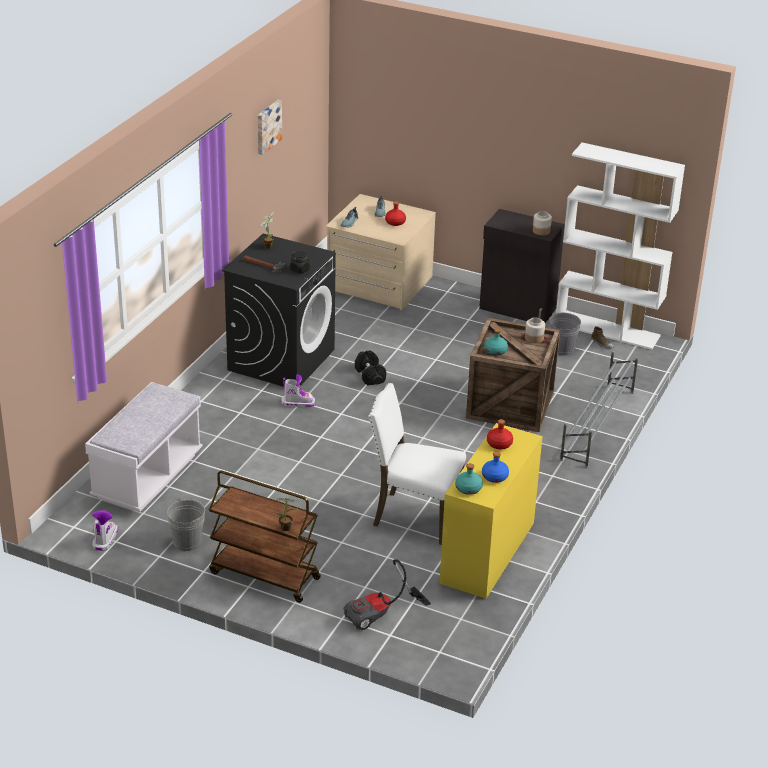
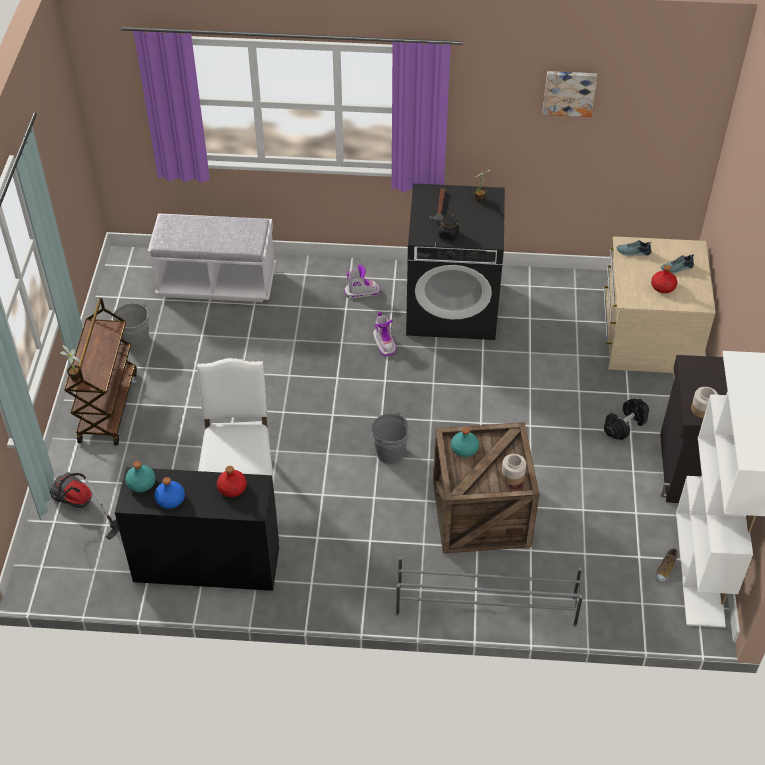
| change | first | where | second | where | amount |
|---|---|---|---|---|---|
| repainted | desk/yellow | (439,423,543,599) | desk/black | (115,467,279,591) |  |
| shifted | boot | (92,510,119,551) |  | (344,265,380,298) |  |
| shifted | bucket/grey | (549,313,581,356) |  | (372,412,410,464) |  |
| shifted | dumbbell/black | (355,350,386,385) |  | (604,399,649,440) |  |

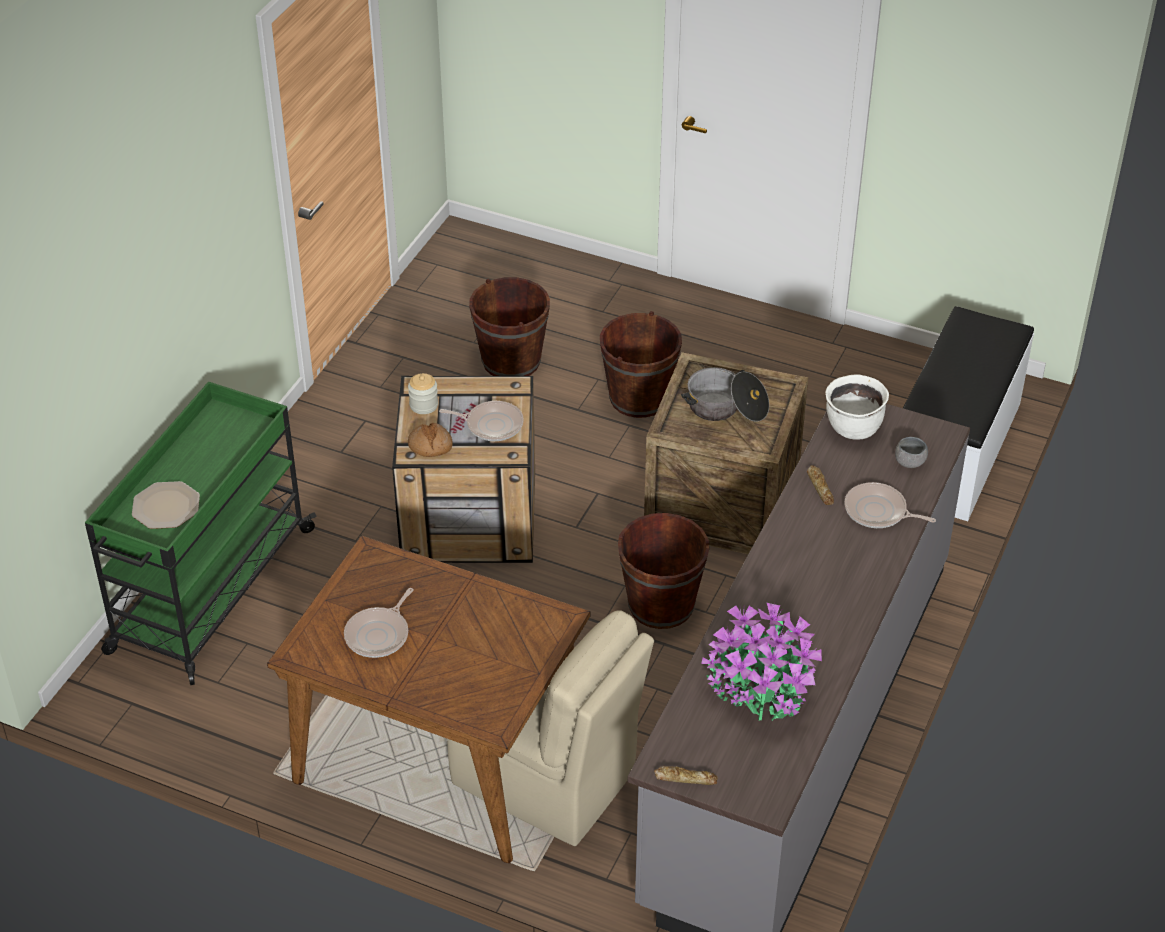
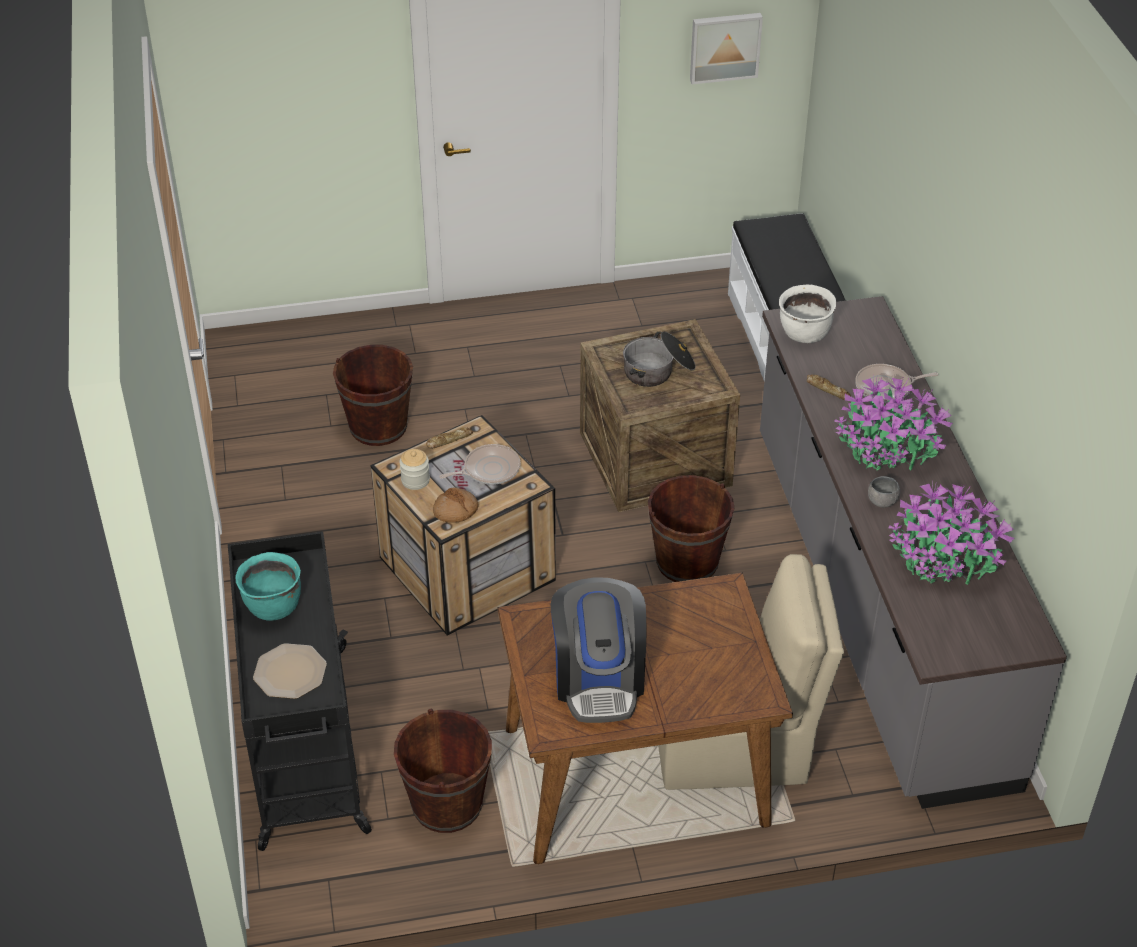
| change | first | where | second | where | amount |
|---|---|---|---|---|---|
| repainted | cart/green | (85,381,317,685) | cart/black | (228,531,372,851) |  |
| new |  |  | cooking pot/turquoise | (236,552,301,621) |  |
| shifted | bucket/brown | (600,311,682,418) |  | (394,709,492,833) |  |
| shifted | bread | (654,766,718,785) |  | (426,427,473,449) |  |
| swapped | frying pan | (344,588,413,658) | coffee machine | (551,577,646,723) |  |
| new |  |  | picture | (690,13,763,84) |  |
| new |  |  | potted plant | (834,377,953,472) |  |
| shifted | bowl/grey | (895,437,928,468) |  | (868,476,900,508) |  |

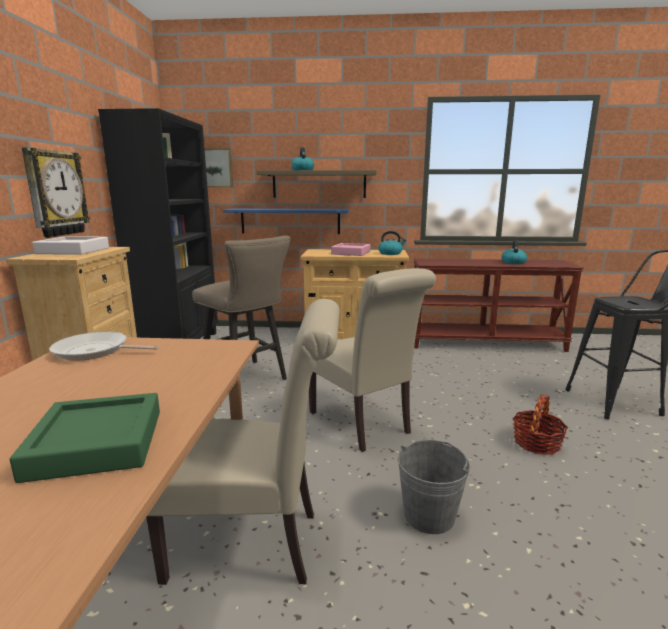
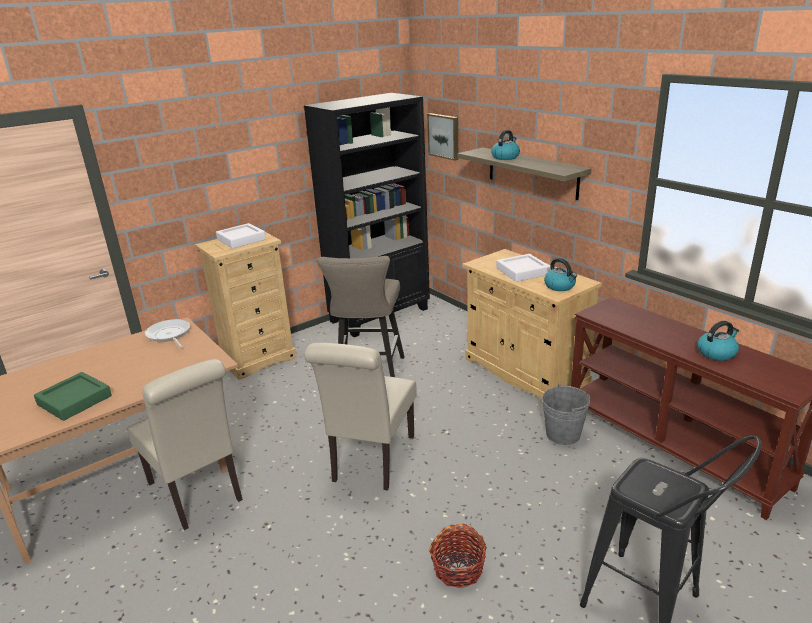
| change | first | where | second | where | amount |
|---|---|---|---|---|---|
| repainted | tray/pink | (331,243,370,256) | tray/white | (497,254,550,282) |  |
| shifted | bucket/grey | (398,440,470,534) |  | (542,384,590,445) |  |
| gone | wall clock | (22,147,91,238) |  |  |  |
| gone | shelf/blue | (223,208,349,234) |  |  |  |

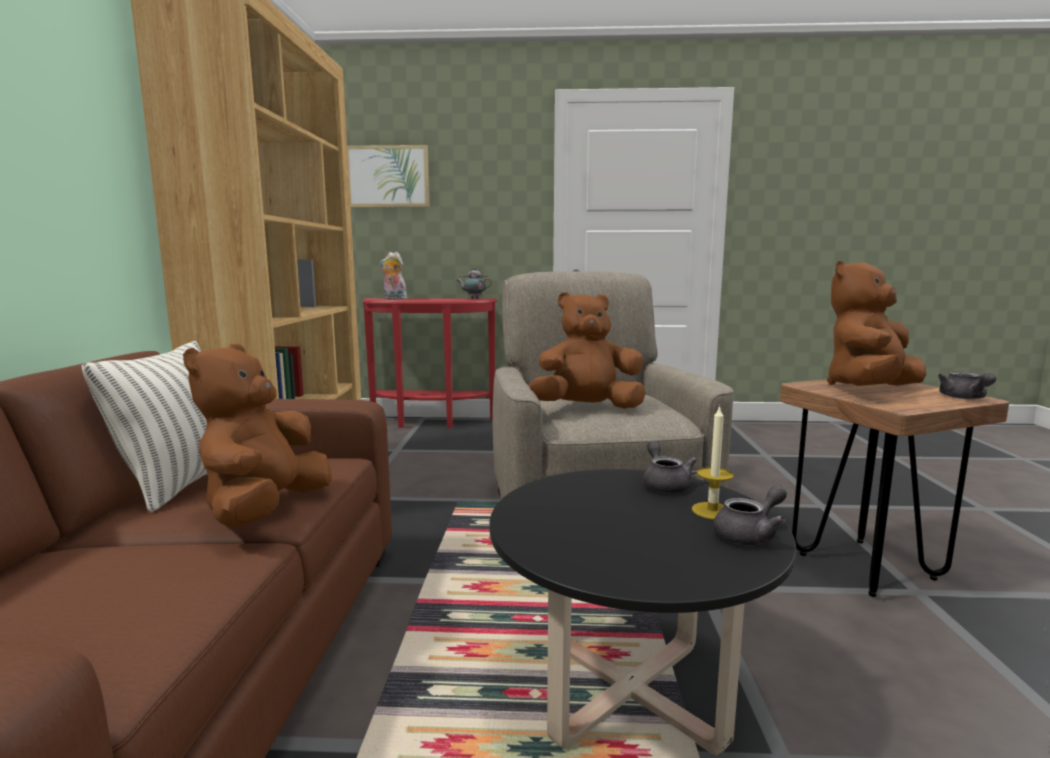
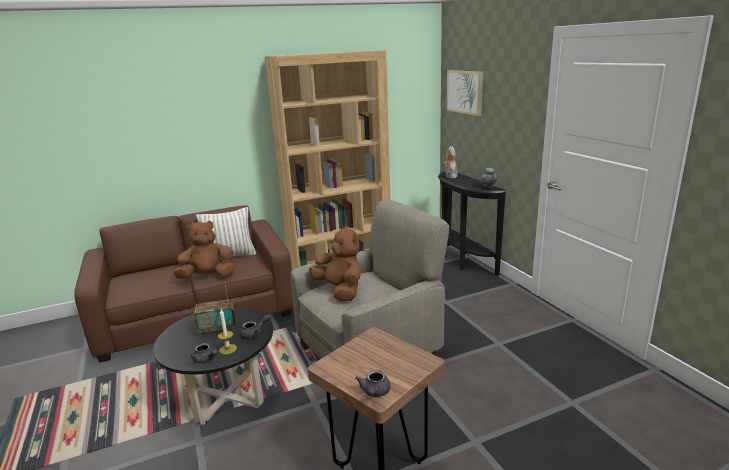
| change | first | where | second | where | amount |
|---|---|---|---|---|---|
| new |  |  | radio | (194,281,236,336) |  |
| rotated | teapot/grey | (938,372,996,399) |  | (355,370,391,397) | 60 degrees counterclockwise |
| repainted | console table/red | (362,298,497,428) | console table/black | (438,171,507,276) |  |
| gone | plush toy/brown | (827,260,927,386) |  |  |  |

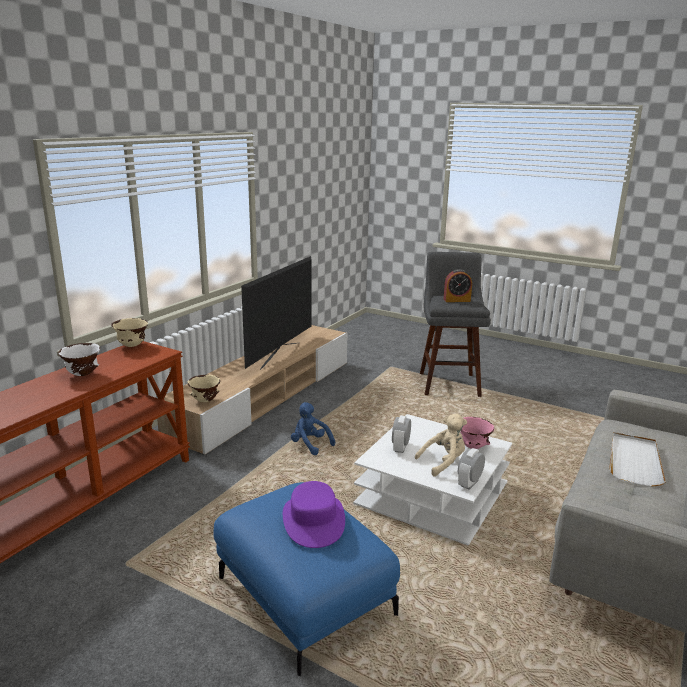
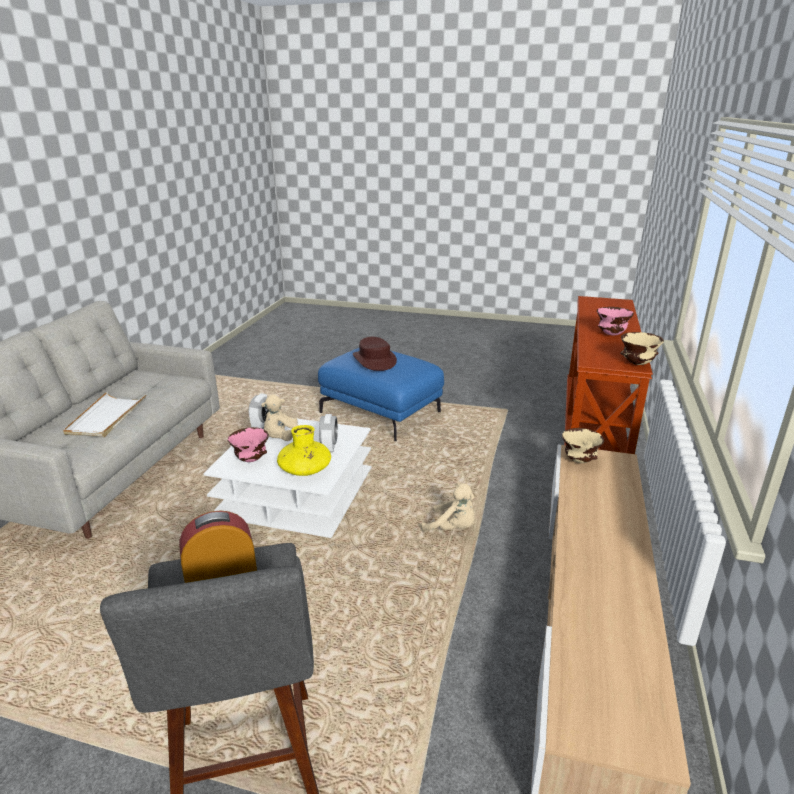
| change | first | where | second | where | amount |
|---|---|---|---|---|---|
| new |  |  | vase/yellow | (277,425,331,476) |  |
| repainted | hat/purple | (283,481,345,548) | hat/brown | (353,337,397,371) |  |
| repainted | plush toy/blue | (291,402,335,455) | plush toy/beige | (421,483,475,532) |  |
| repainted | bowl/white | (58,343,100,376) | bowl/pink | (597,307,634,336) |  |
| gone | television | (241,256,312,370) |  |  |  |

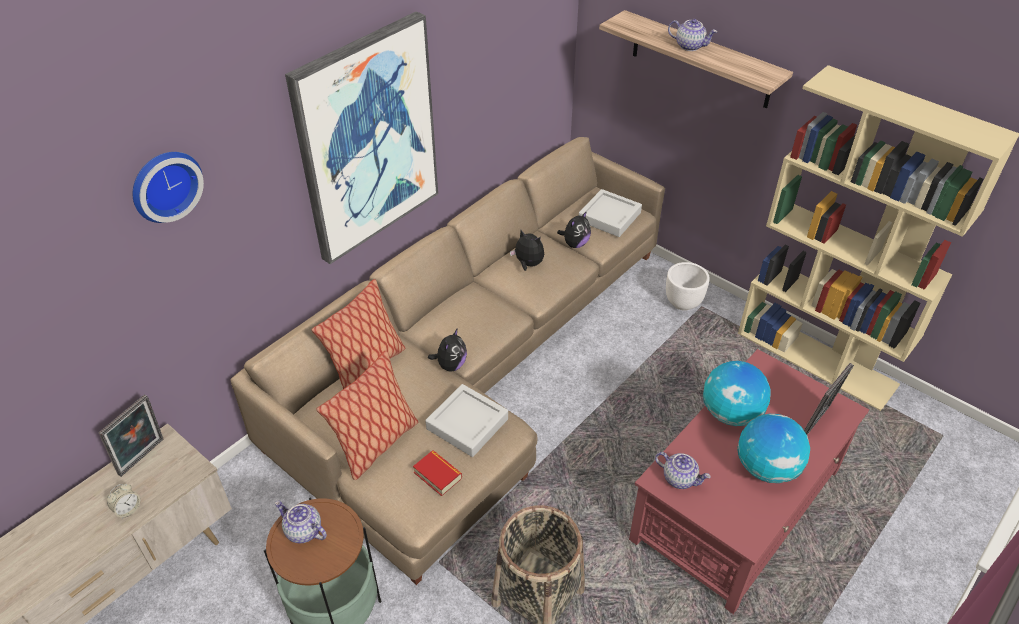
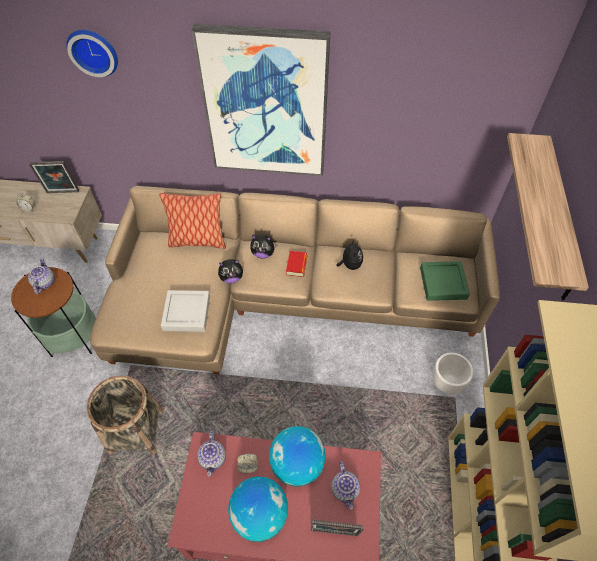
| change | first | where | second | where | amount |
|---|---|---|---|---|---|
| new |  |  | alarm clock | (237,454,258,473) |  |
| shifted | plush toy | (557,211,591,248) |  | (250,235,278,259) |  |
| shifted | book | (413,451,462,496) |  | (286,251,308,277) |  |
| shifted | teapot | (668,19,717,51) |  | (331,461,360,510) |  |
| repainted | tray/grey | (579,189,642,237) | tray/green | (420,261,470,301) |  |
| gone | pillow | (316,351,418,480) |  |  |  |

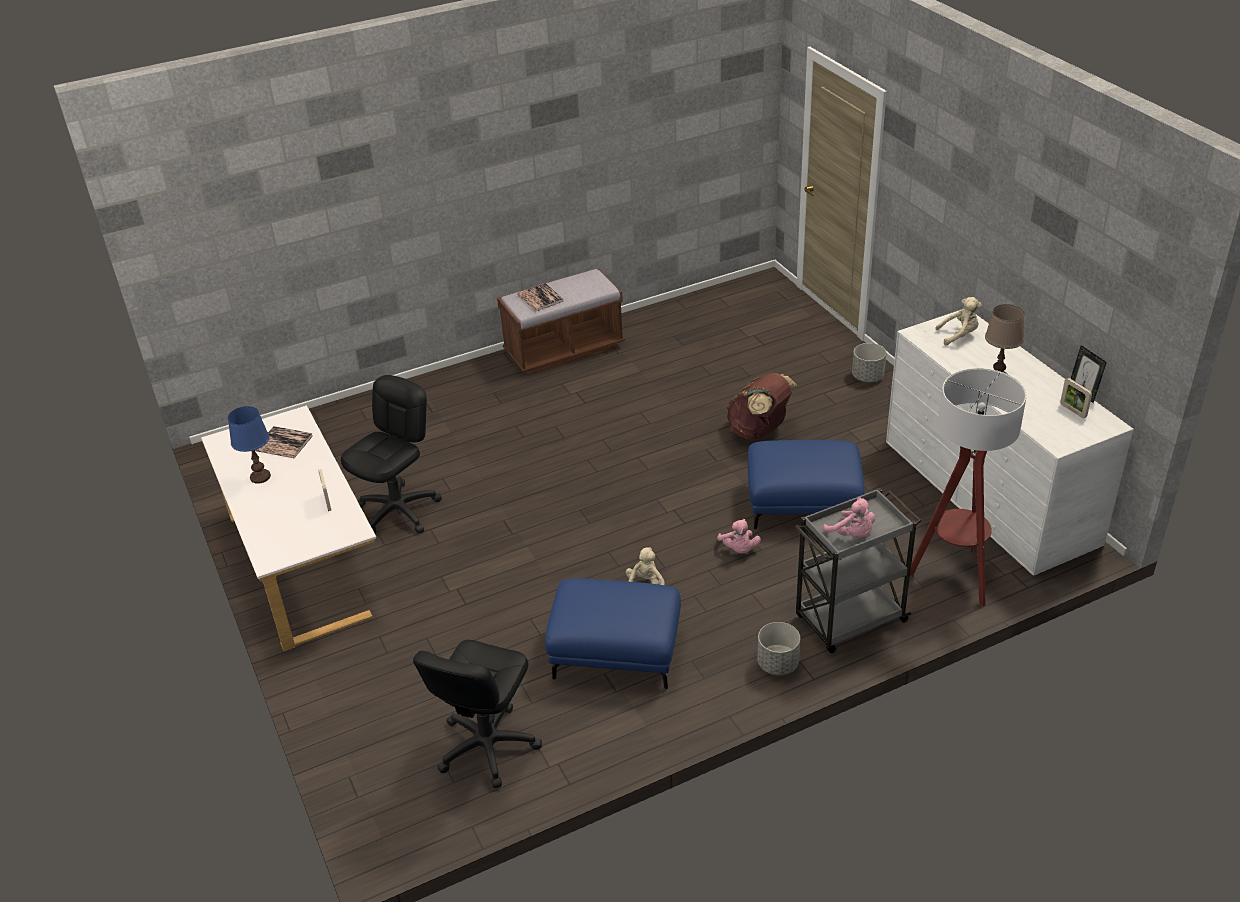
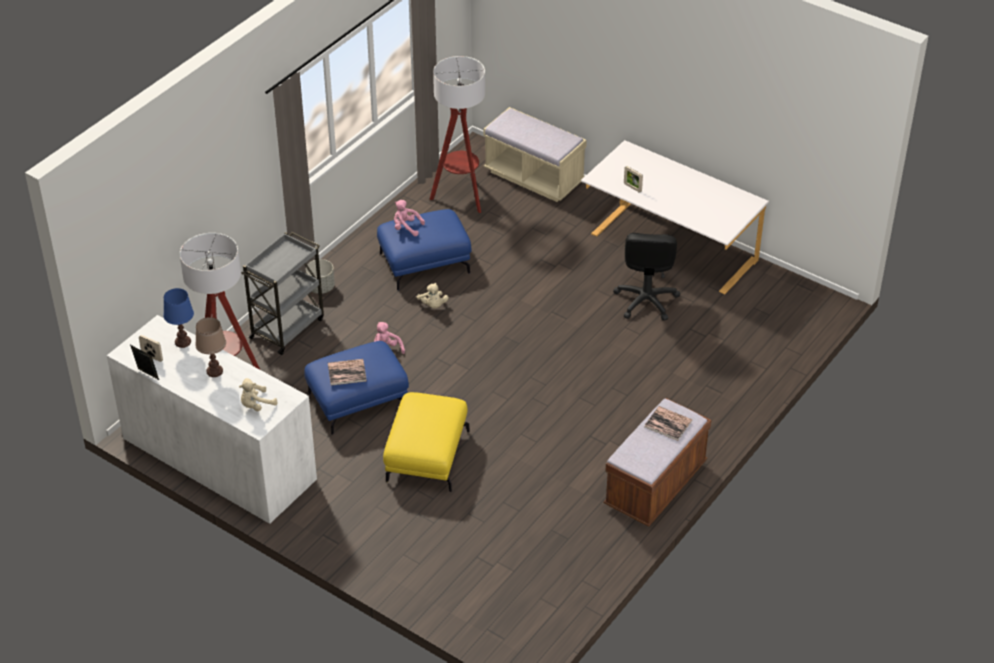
| change | first | where | second | where | amount |
|---|---|---|---|---|---|
| shifted | table lamp/blue | (228,406,271,484) |  | (163,288,194,348) |  |
| shifted | book | (255,426,313,458) |  | (328,359,367,386) |  |
| swapped | backpack/brown | (726,373,798,440) | ottoman/yellow | (383,392,470,492) |  |
| shifted | plush toy/pink | (823,497,875,537) |  | (394,200,425,236) |  |
| swapped | office chair/black | (413,640,542,788) | floor lamp | (430,56,485,213) |  |
| new |  |  | bench/beige | (484,107,587,202) |  |
| gone | planter/grey | (852,343,886,382) |  |  |  |

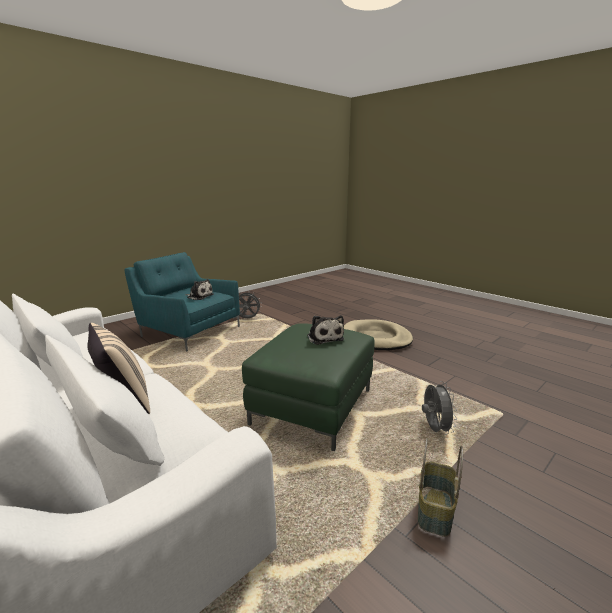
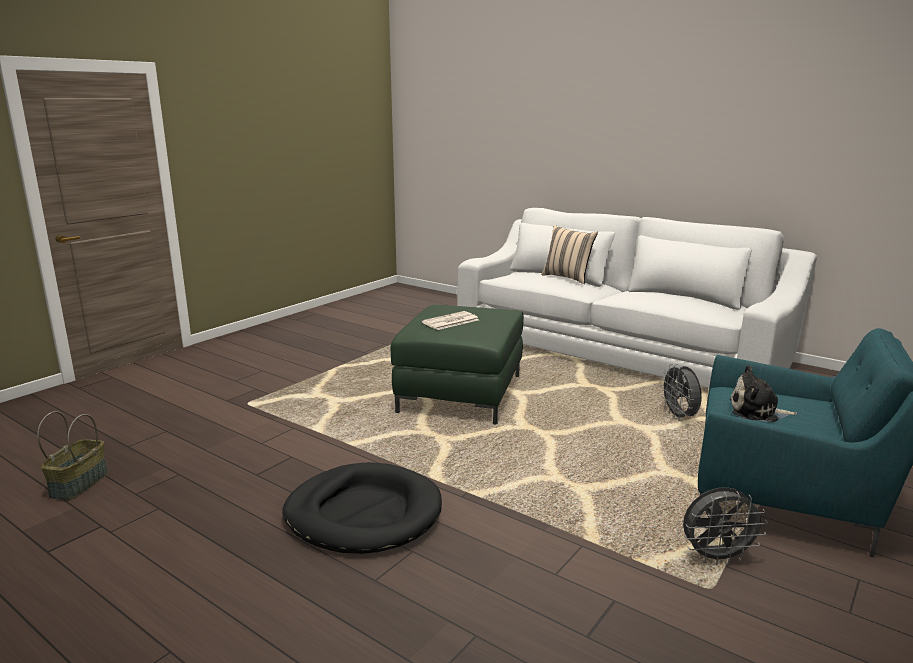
| change | first | where | second | where | amount |
|---|---|---|---|---|---|
| shifted | basket | (418,438,463,537) |  | (37,411,108,500) |  |
| repainted | dog bed/beige | (344,319,413,350) | dog bed/black | (282,462,442,554) |  |
| swapped | plush toy | (307,315,344,345) | newspaper | (422,311,479,330) |  |
| shifted | fan/grey | (422,381,457,435) |  | (660,364,702,421) |  |

